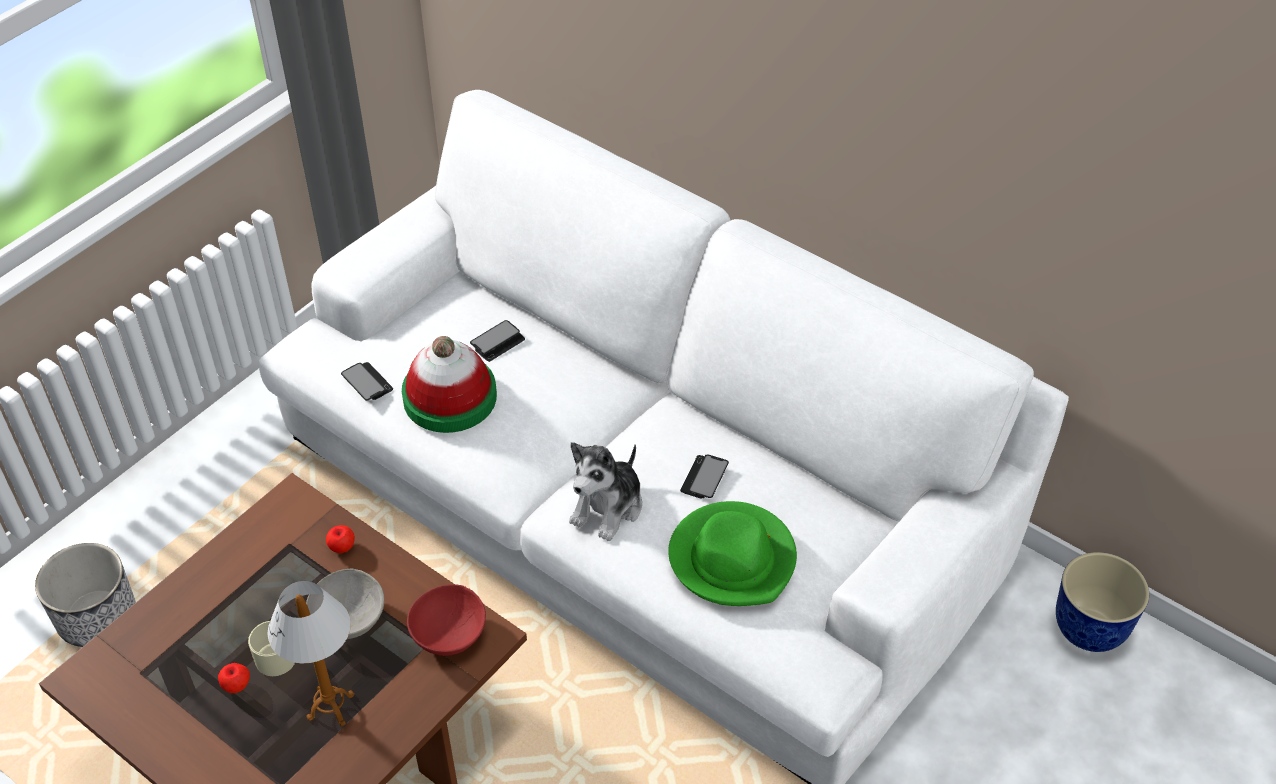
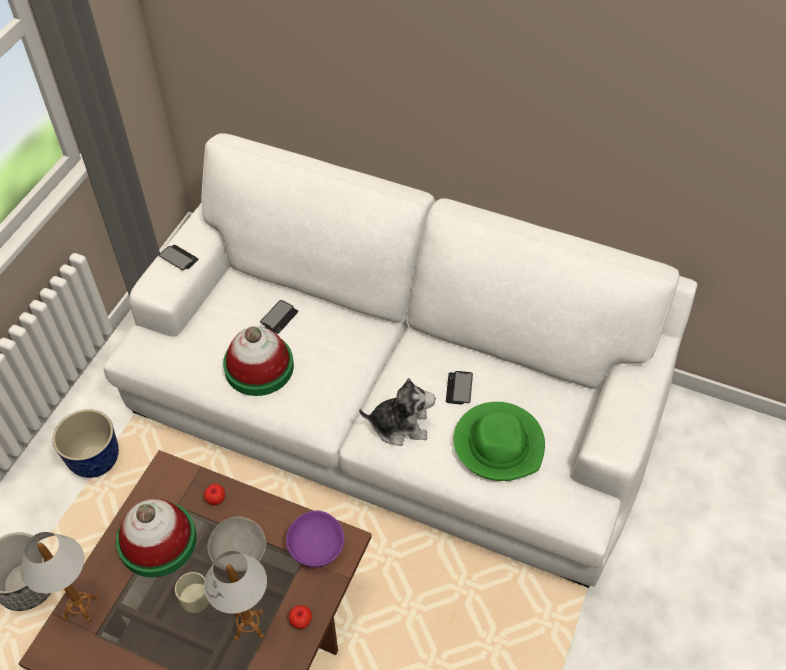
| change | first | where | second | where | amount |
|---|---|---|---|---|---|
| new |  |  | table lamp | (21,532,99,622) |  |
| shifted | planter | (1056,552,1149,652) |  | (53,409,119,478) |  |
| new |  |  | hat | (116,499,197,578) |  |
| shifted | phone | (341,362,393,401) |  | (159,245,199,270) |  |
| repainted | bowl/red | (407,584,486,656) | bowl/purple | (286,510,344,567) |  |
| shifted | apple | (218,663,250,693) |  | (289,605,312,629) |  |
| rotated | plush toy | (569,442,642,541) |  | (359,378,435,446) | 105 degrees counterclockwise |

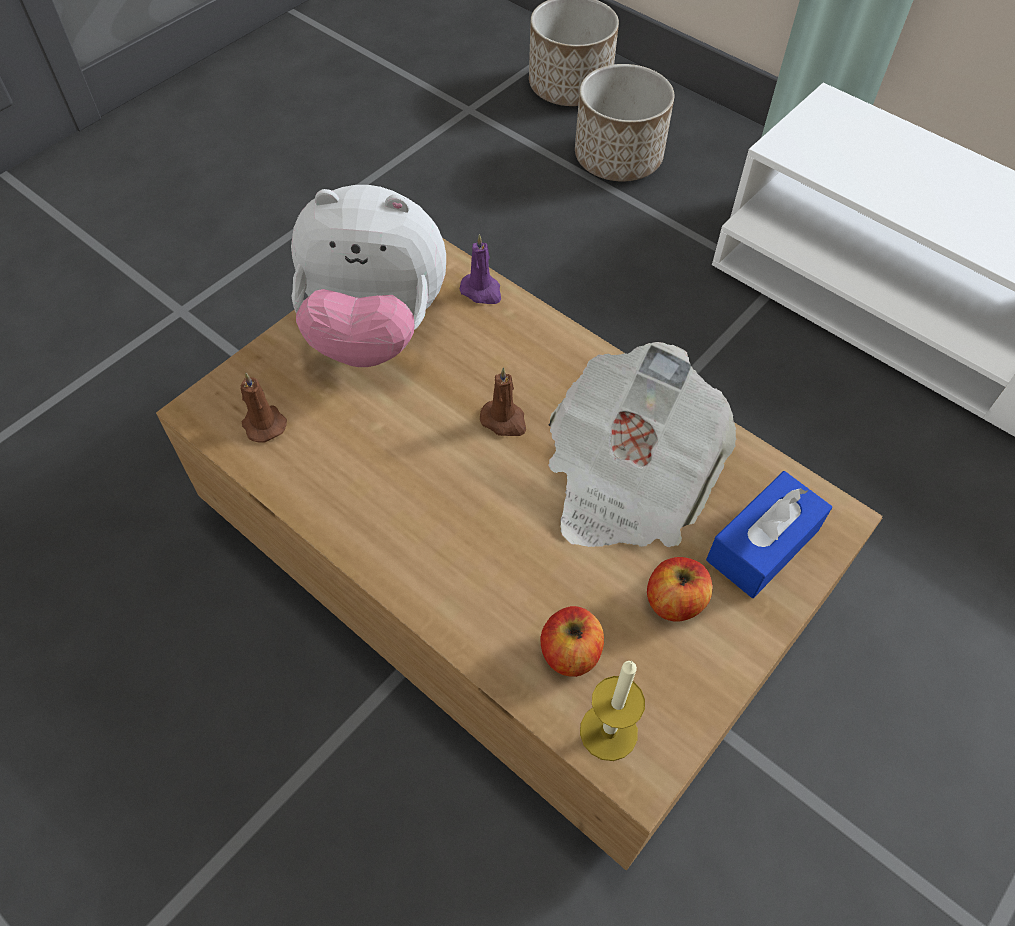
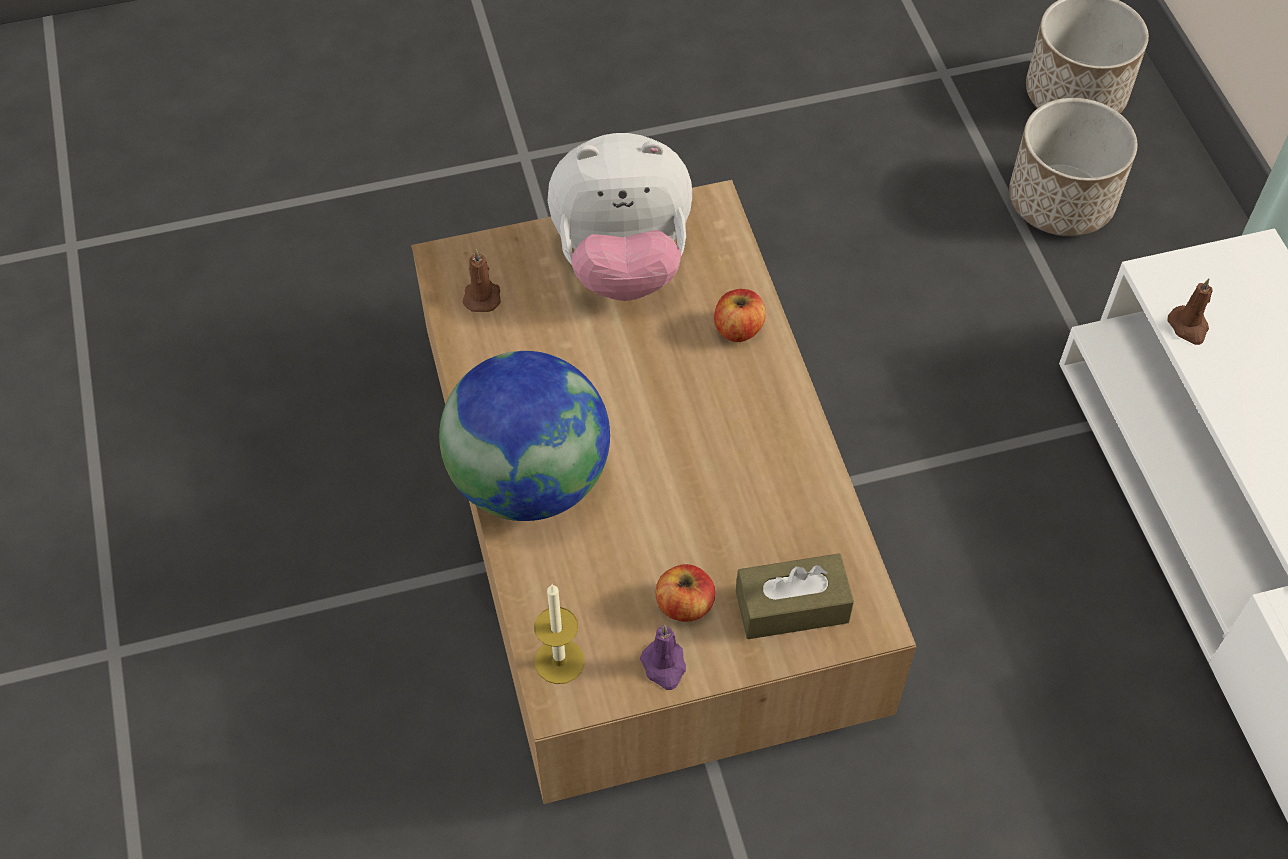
| change | first | where | second | where | amount |
|---|---|---|---|---|---|
| new |  |  | globe | (439,351,610,521) |  |
| rotated | plush toy | (291,185,446,367) |  | (548,133,692,301) | 45 degrees counterclockwise |
| shifted | candle/purple | (460,234,501,304) |  | (640,625,686,690) |  |
| shifted | apple | (540,606,604,677) |  | (714,289,766,342) |  |
| repainted | tissue box/blue | (706,471,832,598) | tissue box/brown | (736,553,854,639) |  |
| shifted | candle/brown | (480,367,526,436) |  | (1167,278,1213,345) |  |
| gone | newspaper | (548,342,736,547) |  |  |  |

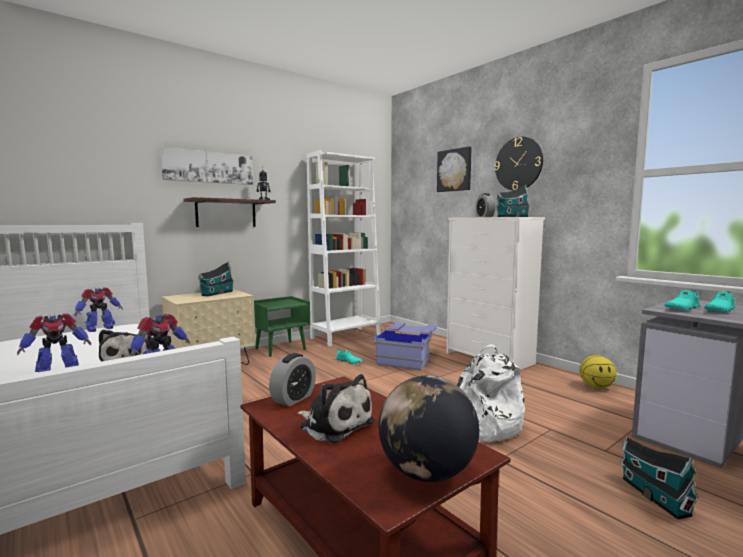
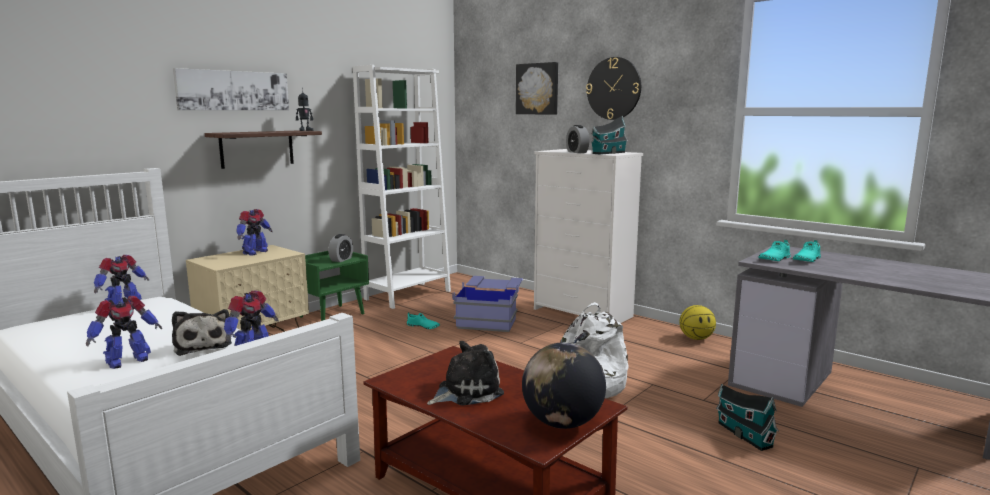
| change | first | where | second | where | amount |
|---|---|---|---|---|---|
| swapped | toy house | (198,262,234,296) | toy robot | (236,209,272,255) |  |
| shifted | alarm clock | (269,353,316,407) |  | (328,234,353,262) |  |
| rotated | plush toy | (297,374,375,443) |  | (427,341,504,406) | 60 degrees counterclockwise |

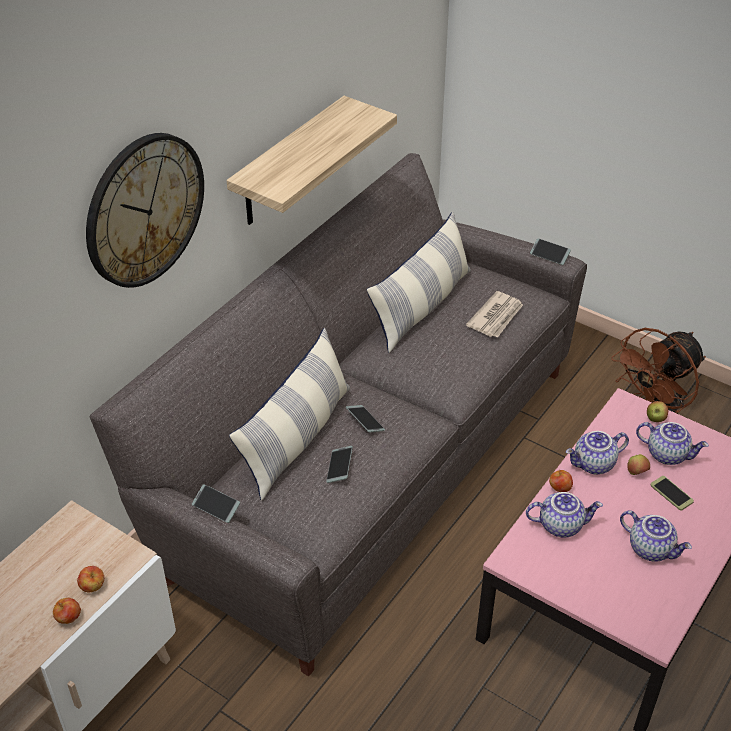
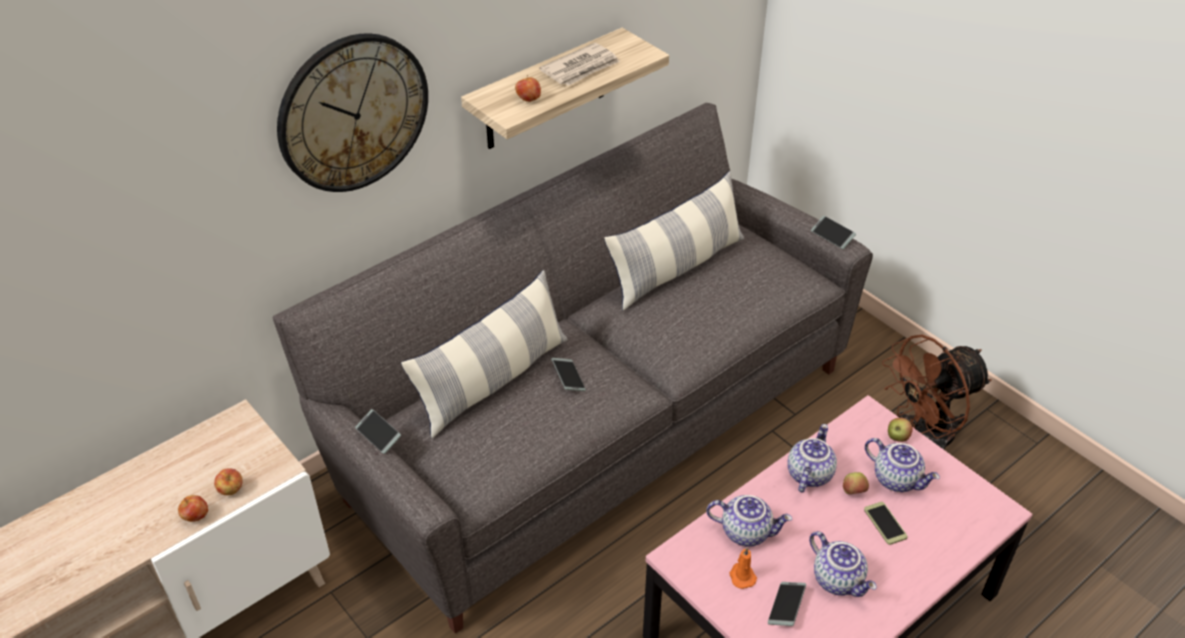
| change | first | where | second | where | amount |
|---|---|---|---|---|---|
| shifted | apple | (549,470,573,492) |  | (515,75,541,102) |  |
| shifted | newspaper | (466,291,523,338) |  | (539,43,620,86) |  |
| new |  |  | candle/orange | (729,548,757,589) |  |
| shifted | phone | (326,446,353,483) |  | (768,582,806,626) |  |
| rotated | teapot | (566,431,629,475) |  | (787,424,837,493) | 120 degrees clockwise |

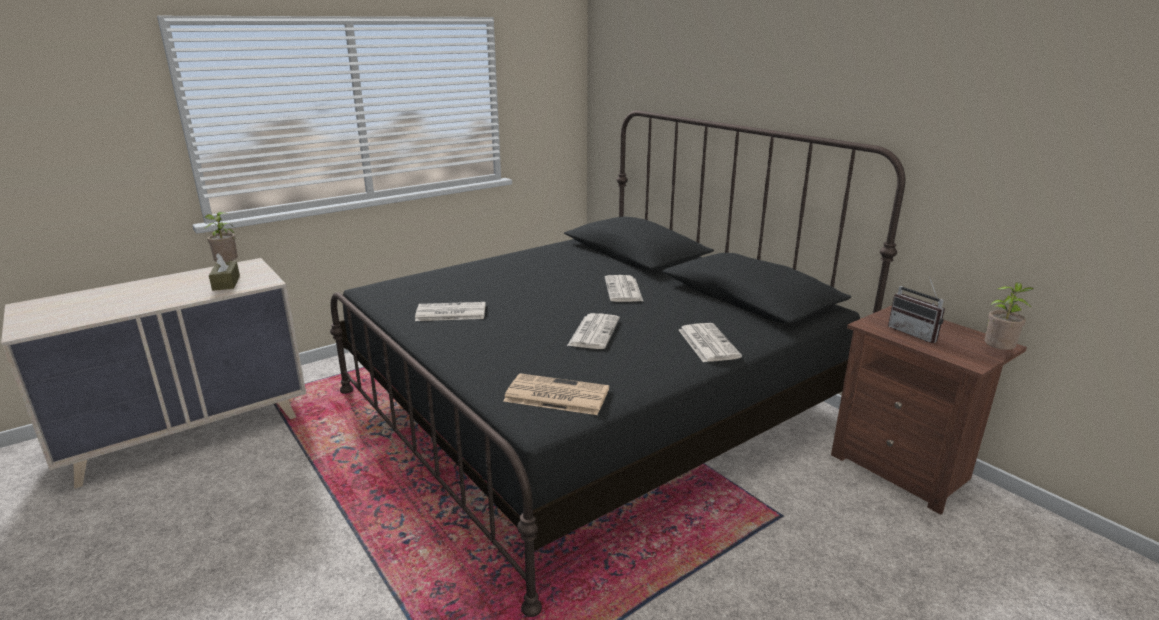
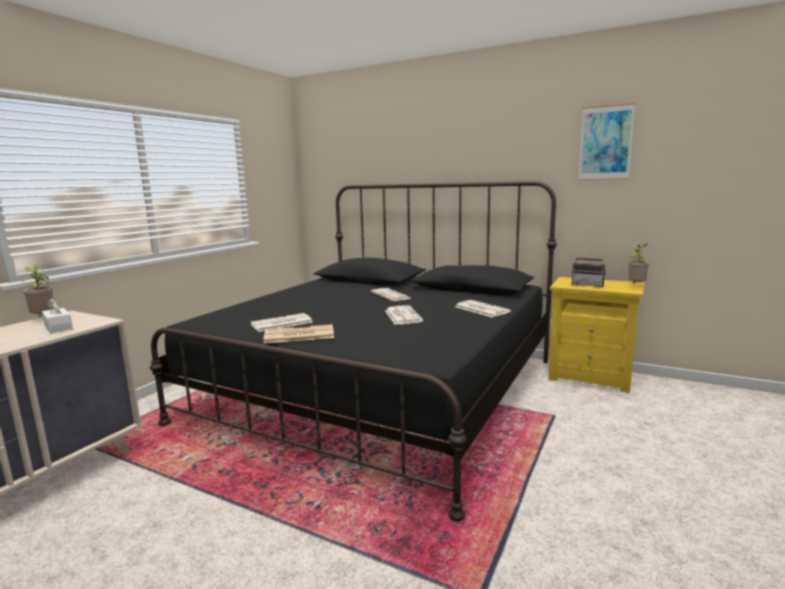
| change | first | where | second | where | amount |
|---|---|---|---|---|---|
| repainted | tissue box/brown | (209,254,240,291) | tissue box/white | (42,298,73,333) |  |
| shifted | newspaper | (503,373,609,415) |  | (263,324,334,344) |  |
| repainted | nightstand/brown | (831,306,1027,515) | nightstand/yellow | (548,277,644,393) |  |
| new |  |  | picture | (578,103,635,181) |  |

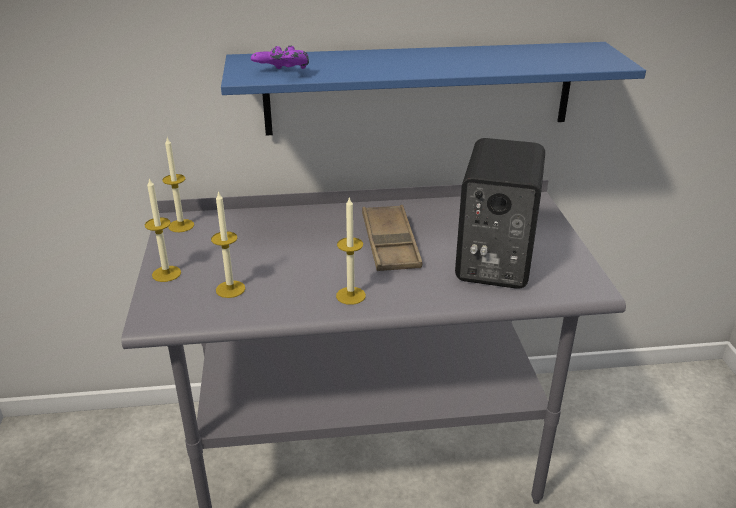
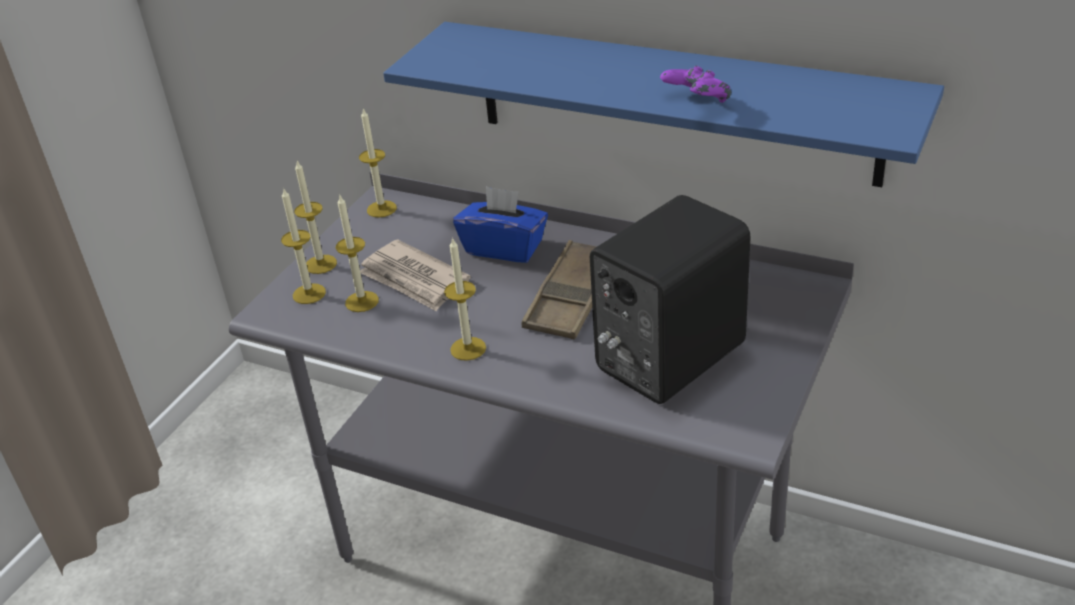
| change | first | where | second | where | amount |
|---|---|---|---|---|---|
| new |  |  | candle | (281,187,326,304) |  |
| new |  |  | newspaper | (360,239,471,312) |  |
| new |  |  | tissue box/blue | (453,186,548,263) |  |
| shifted | game controller/purple | (251,45,309,69) |  | (660,66,731,103) |  |

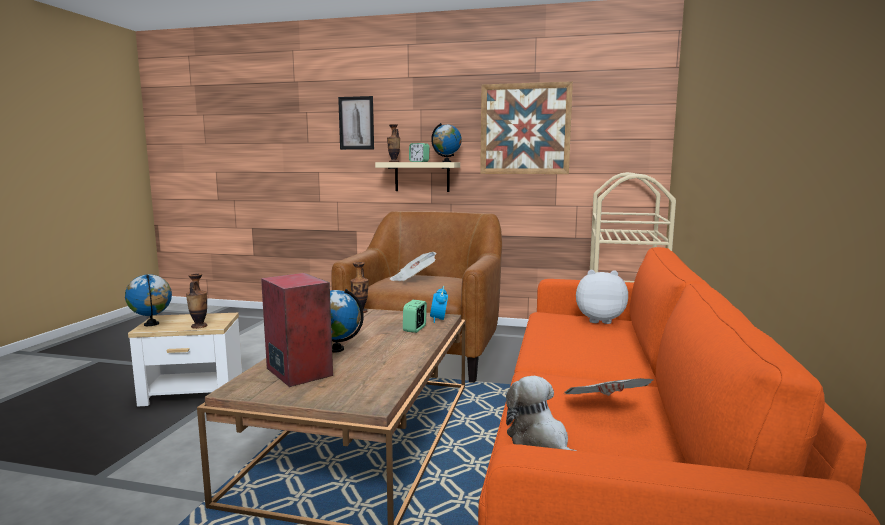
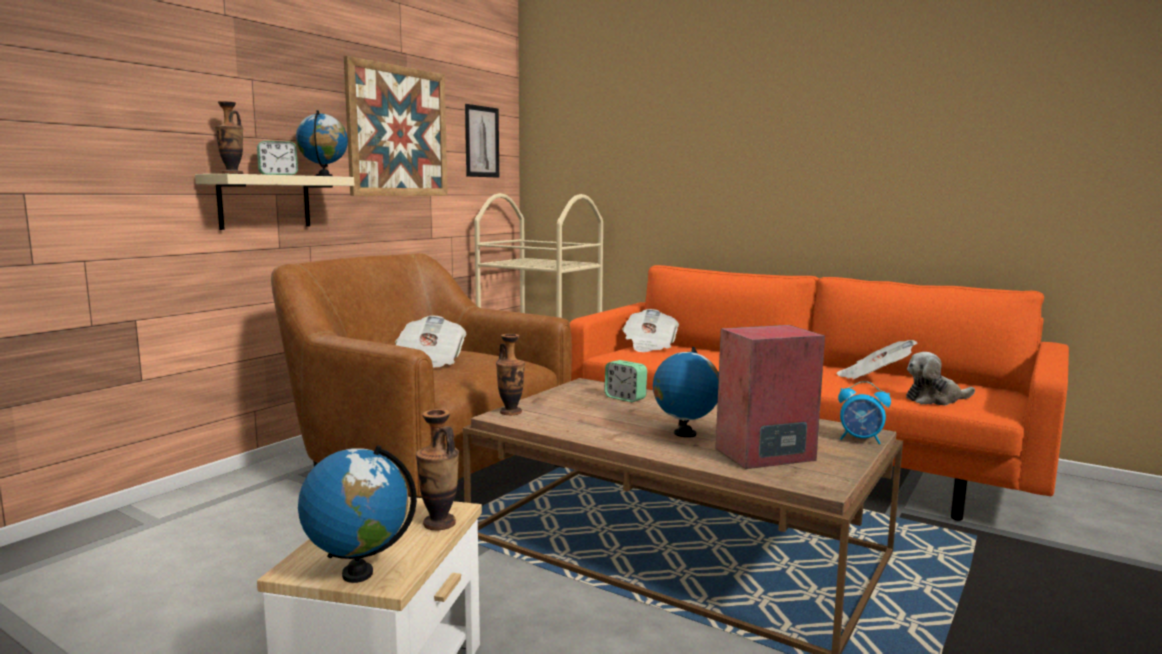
| change | first | where | second | where | amount |
|---|---|---|---|---|---|
| shifted | picture | (338,96,374,150) |  | (465,104,499,178) |  |
| swapped | plush toy | (576,270,628,324) | newspaper | (622,309,679,352) |  |
| shifted | alarm clock | (430,286,448,323) |  | (838,381,891,444) |  |

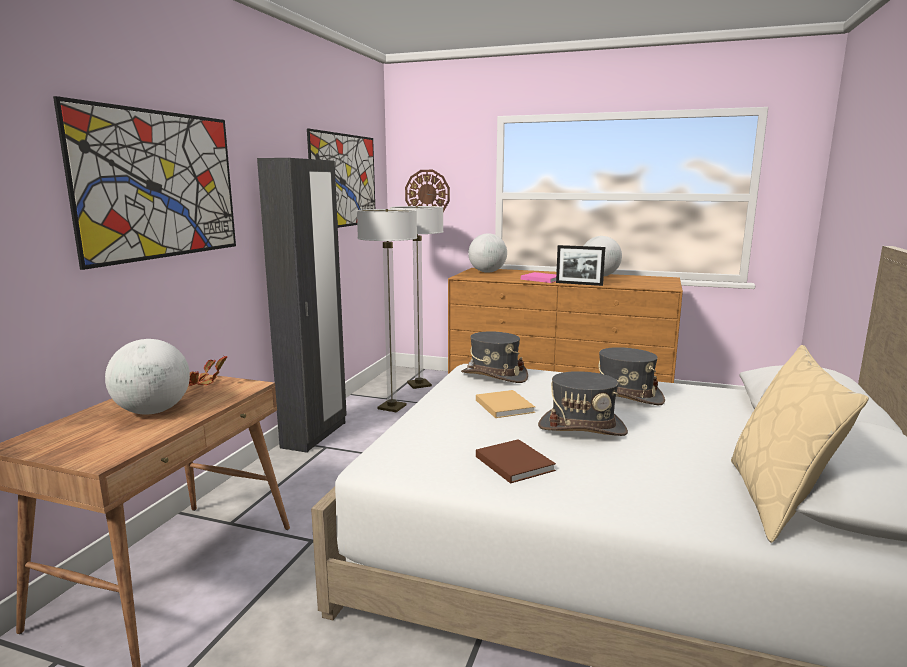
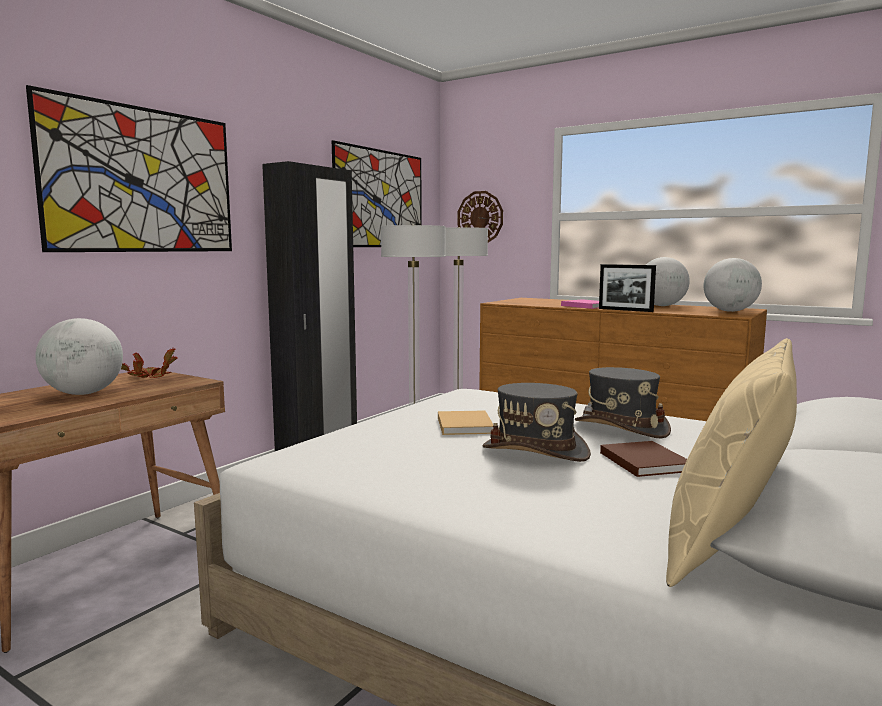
| change | first | where | second | where | amount |
|---|---|---|---|---|---|
| shifted | book/brown | (476,439,556,484) |  | (600,441,687,477) |  |
| shifted | globe | (468,233,507,273) |  | (703,258,762,312) |  |
| gone | hat/grey | (461,331,528,383) |  |  |  |

